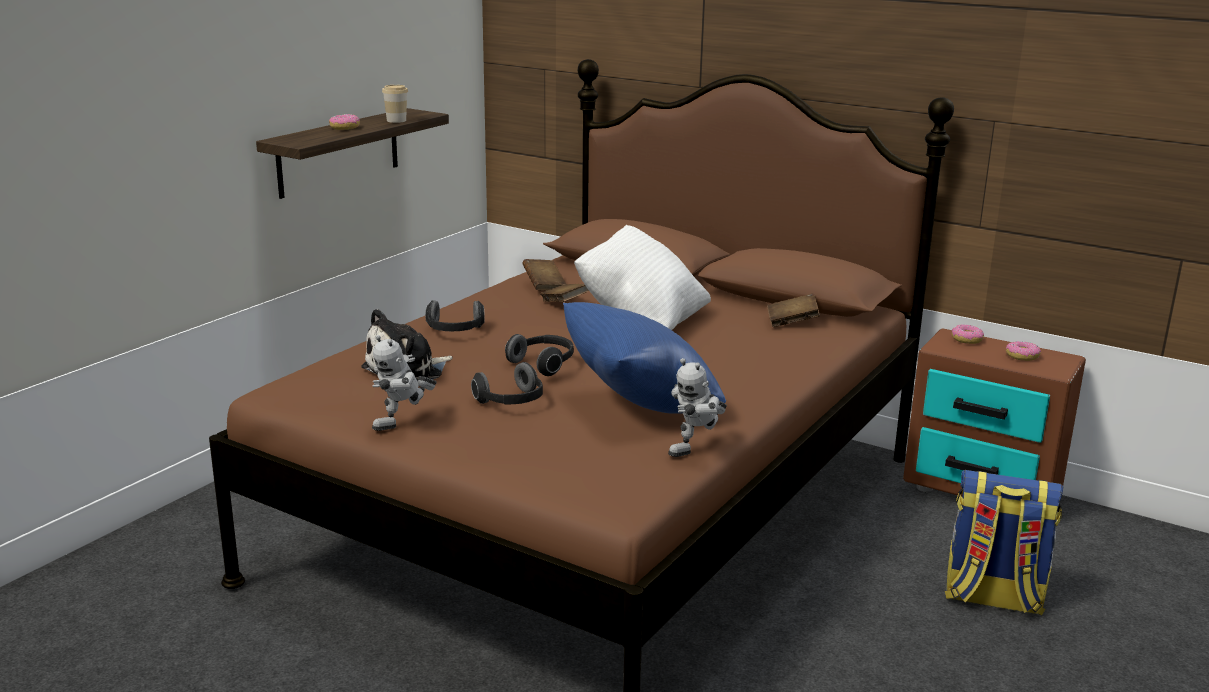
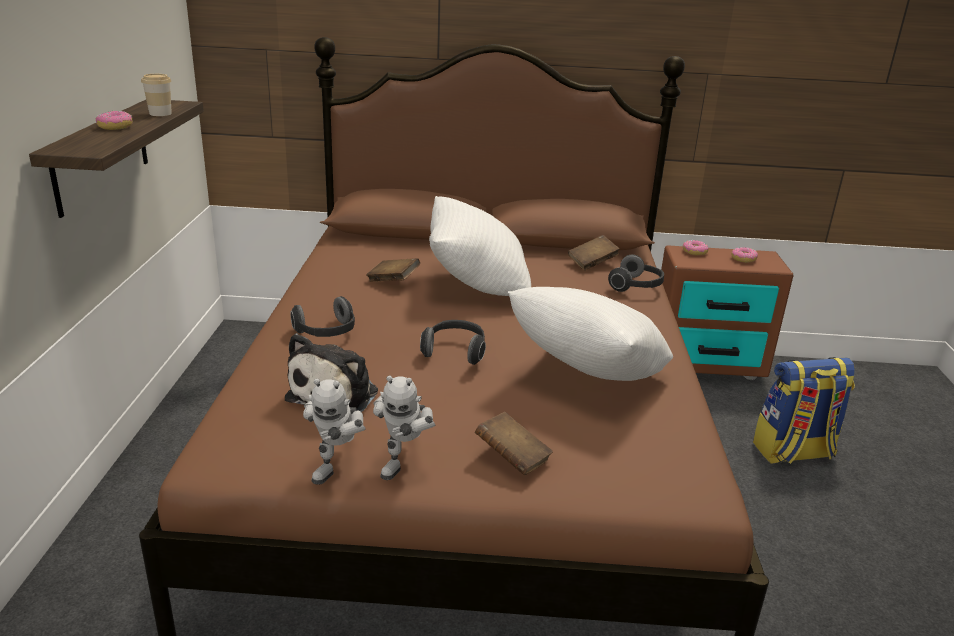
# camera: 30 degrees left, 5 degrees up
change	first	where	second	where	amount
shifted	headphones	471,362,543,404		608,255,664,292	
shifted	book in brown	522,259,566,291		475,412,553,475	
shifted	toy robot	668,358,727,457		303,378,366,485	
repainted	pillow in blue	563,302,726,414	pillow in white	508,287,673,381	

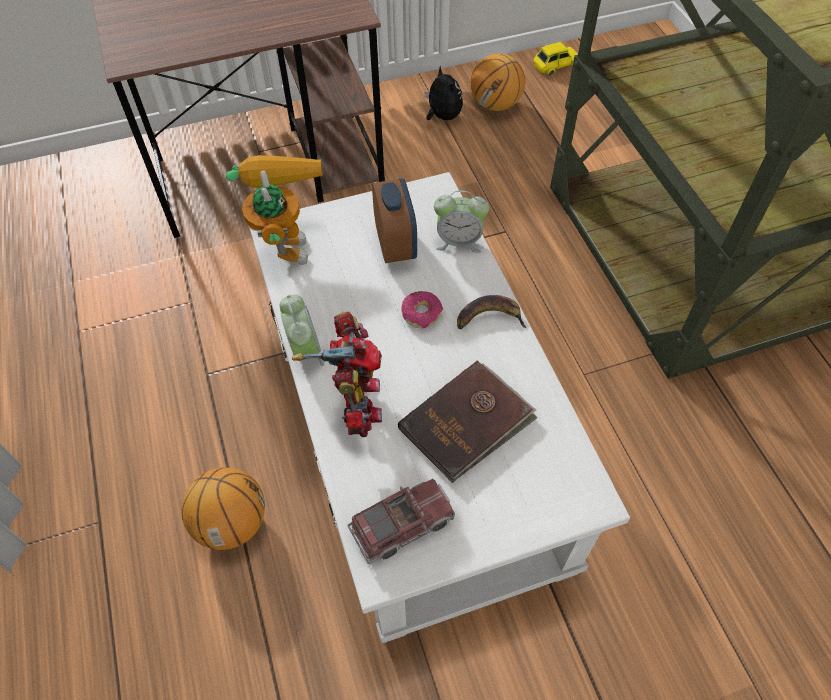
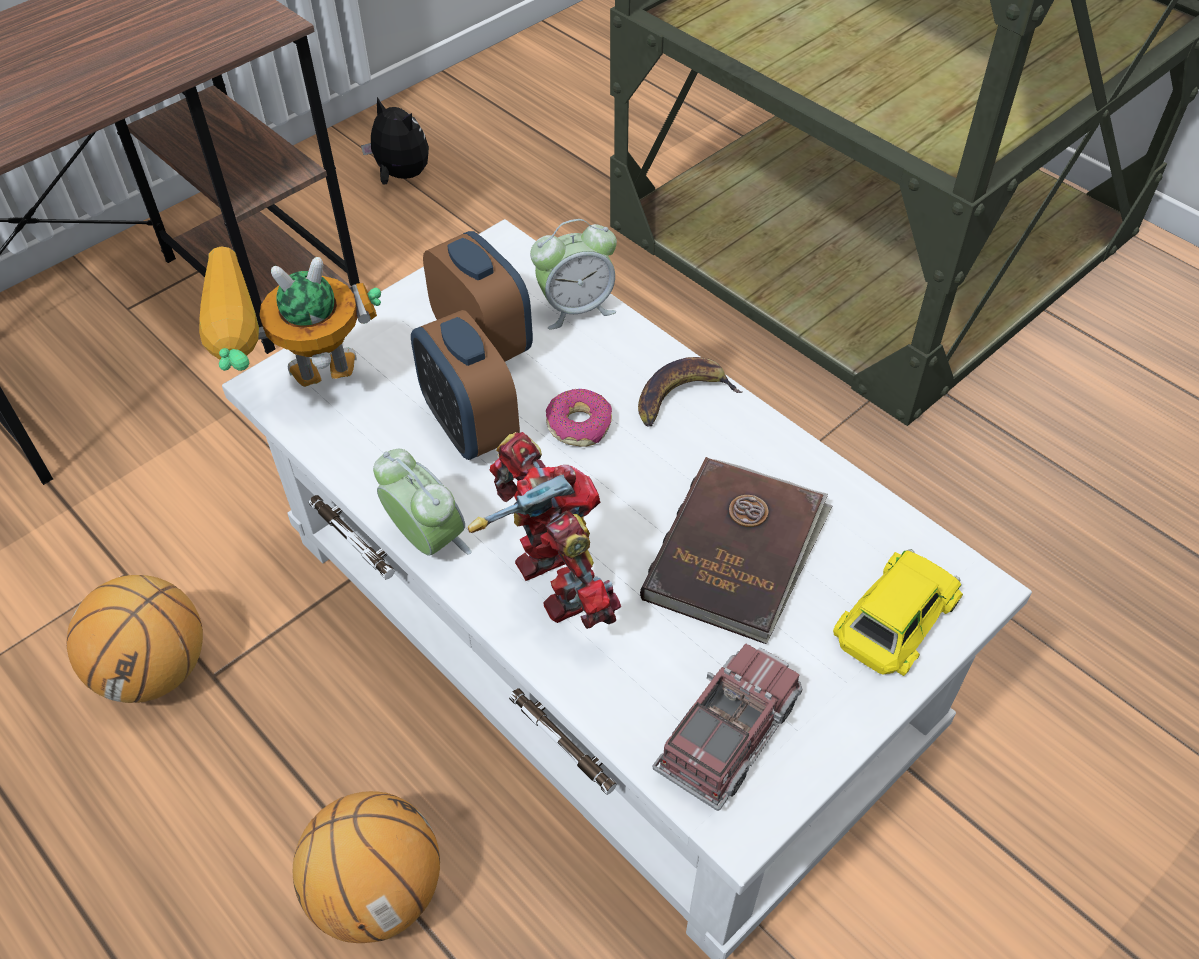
# camera: 25 degrees left, 5 degrees down
change	first	where	second	where	amount
new			alarm clock	411,310,520,460	
shifted	basketball	471,53,525,111		66,575,203,703	
shifted	toy car in yellow	533,42,578,75		833,549,963,676	
rotated	toy robot	226,155,323,265		199,247,381,387	75 degrees counterclockwise

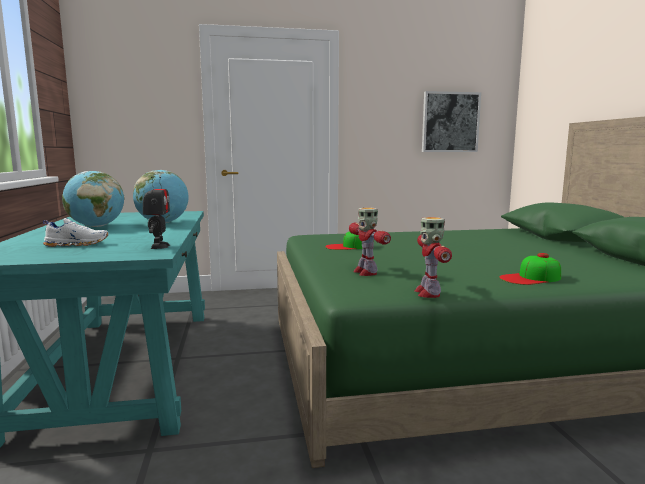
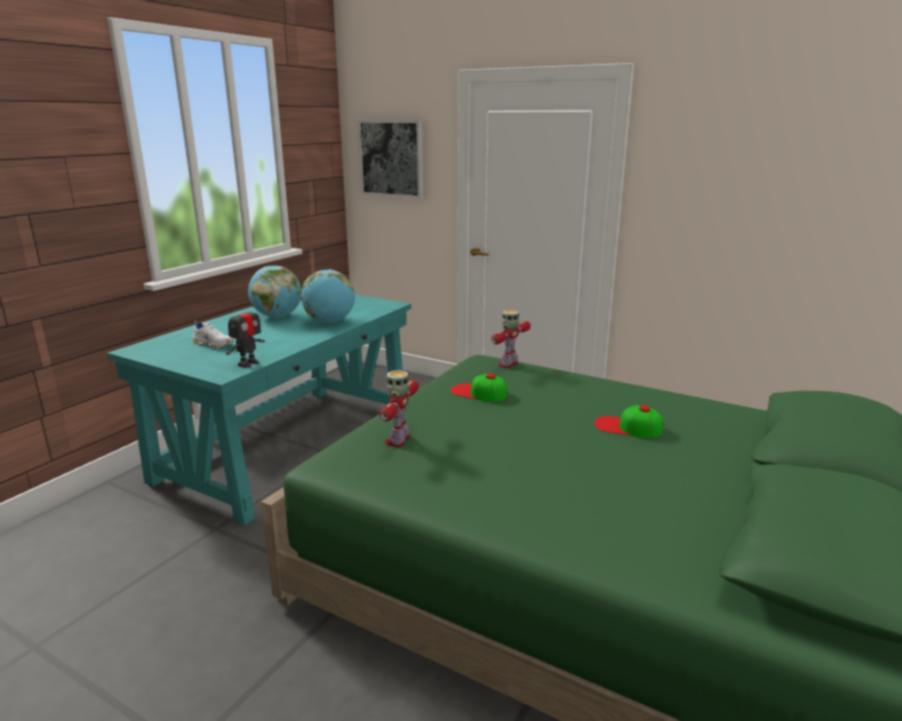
# camera: 40 degrees right, 10 degrees up
change	first	where	second	where	amount
shifted	toy robot	415,217,452,298		491,310,531,368	
shifted	picture	422,91,481,152		358,120,423,198	
shifted	cap	499,253,561,285		594,405,663,438	

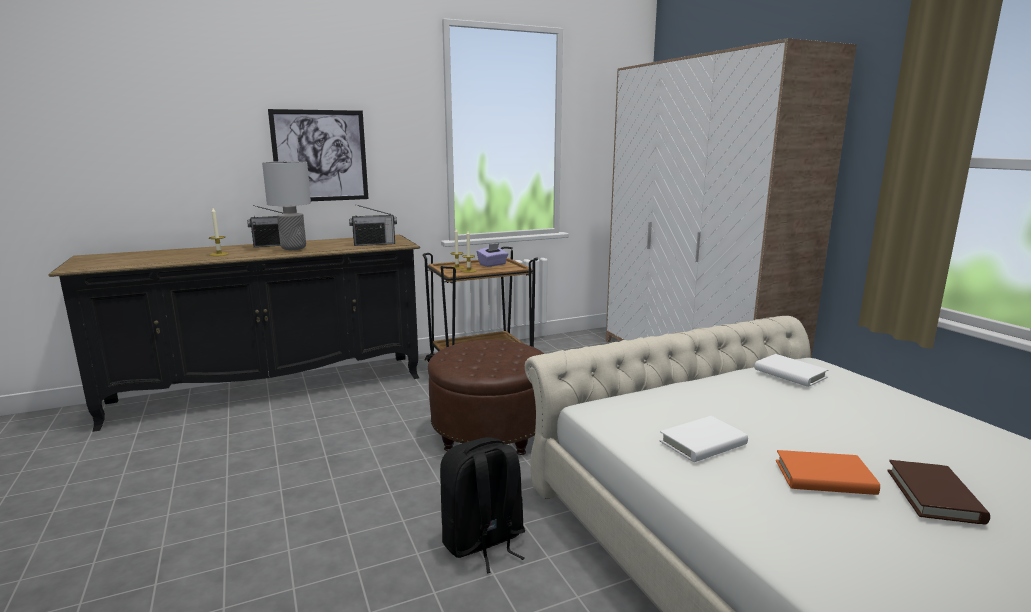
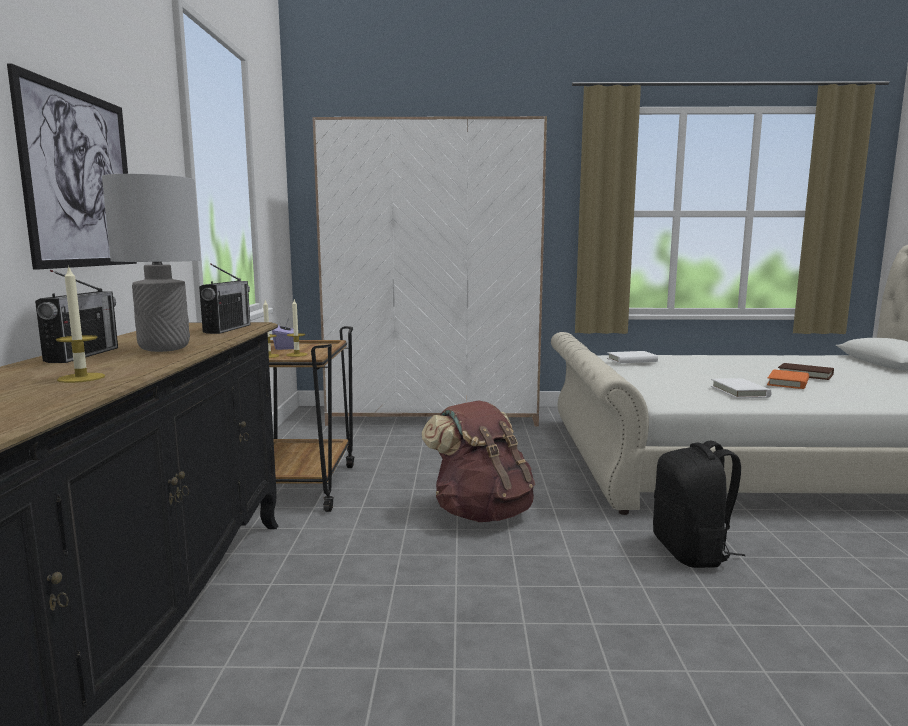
# camera: 65 degrees left, 5 degrees down
change	first	where	second	where	amount
swapped	ottoman in brown	428,340,544,455	backpack in brown	422,400,535,522	

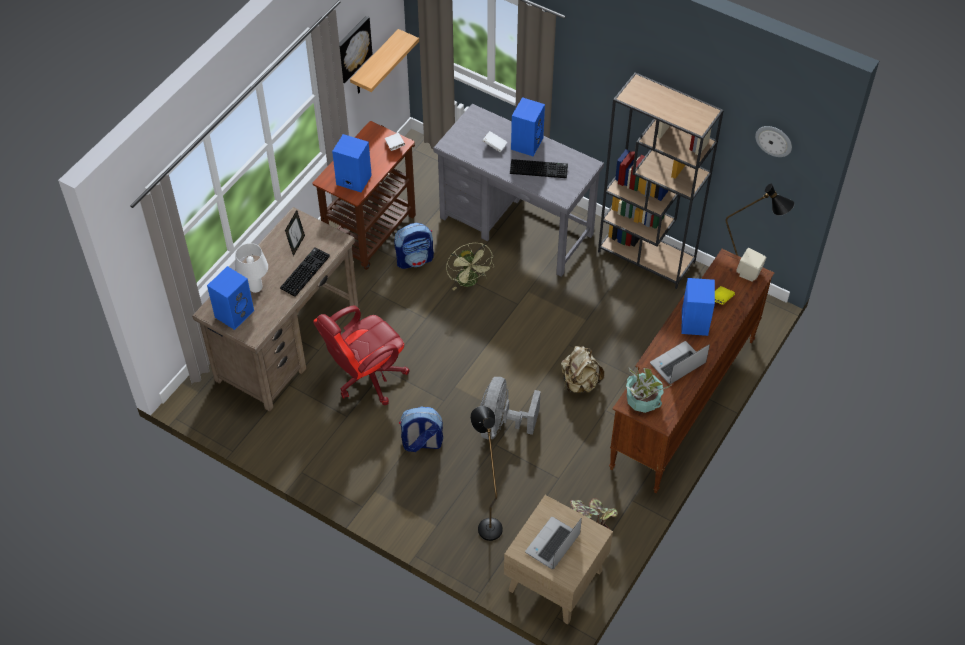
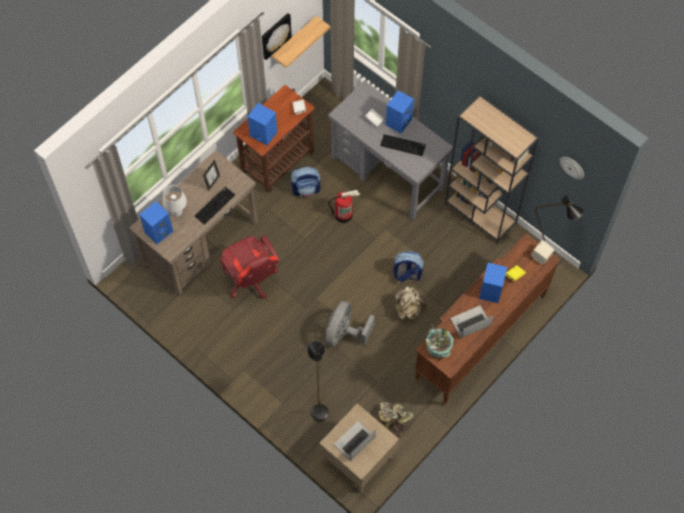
# camera: 10 degrees right, 10 degrees up
change	first	where	second	where	amount
shifted	backpack	399,407,443,452		393,251,424,282	
swapped	fan in green	446,243,494,290	fire extinguisher	328,190,360,223	
rotated	office chair in red	313,306,410,405		220,236,280,299	90 degrees counterclockwise

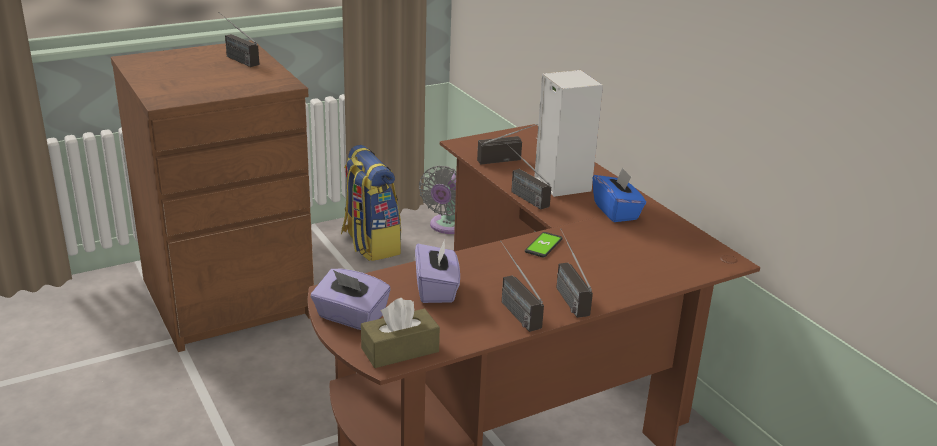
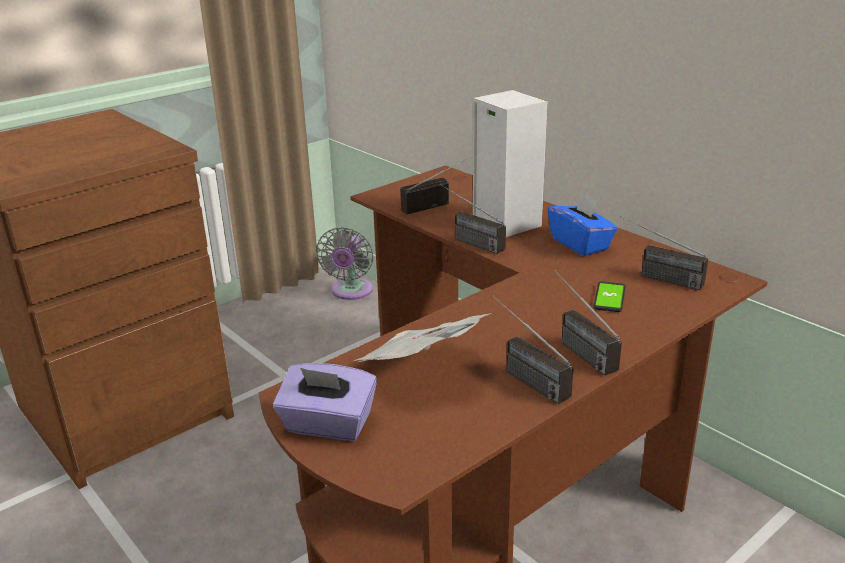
# camera: 10 degrees left, 0 degrees up
change	first	where	second	where	amount
gone	backpack	341,145,401,261			
gone	tissue box in brown	361,298,440,368			
shifted	radio	221,14,259,67		620,216,708,290	
shifted	phone	525,232,563,258		593,281,625,312	
swapped	tissue box in purple	415,240,460,303	newspaper	354,313,491,362	

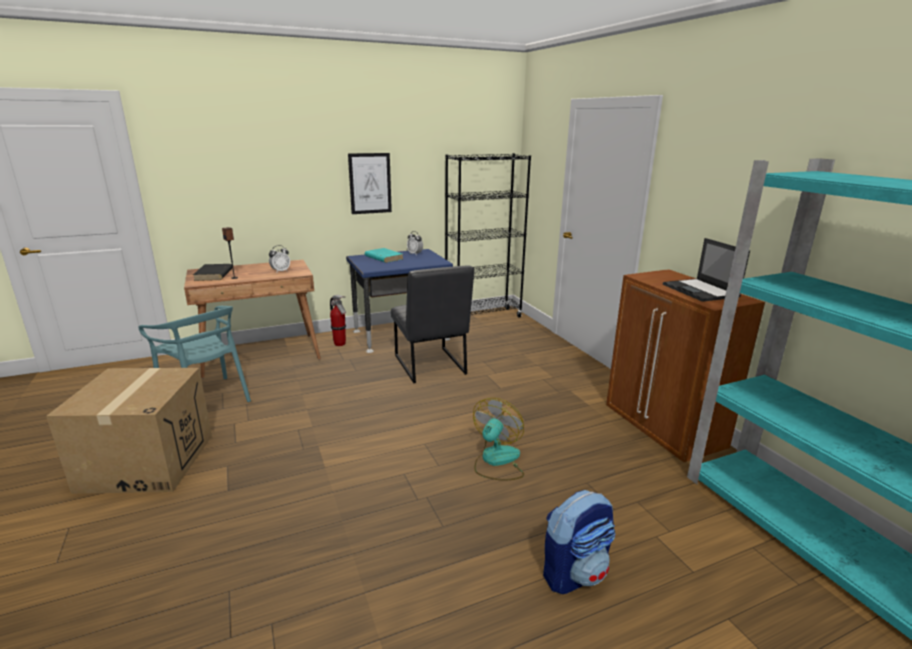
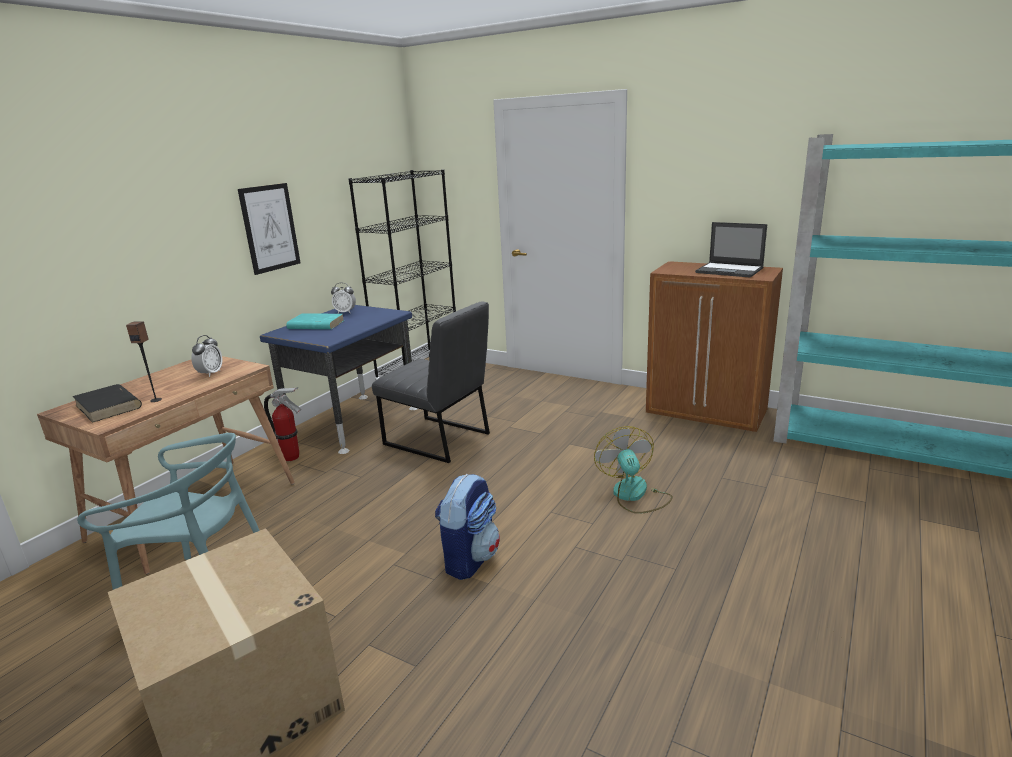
# camera: 35 degrees left, 0 degrees up
change	first	where	second	where	amount
shifted	backpack	543,490,615,594		435,474,500,580	

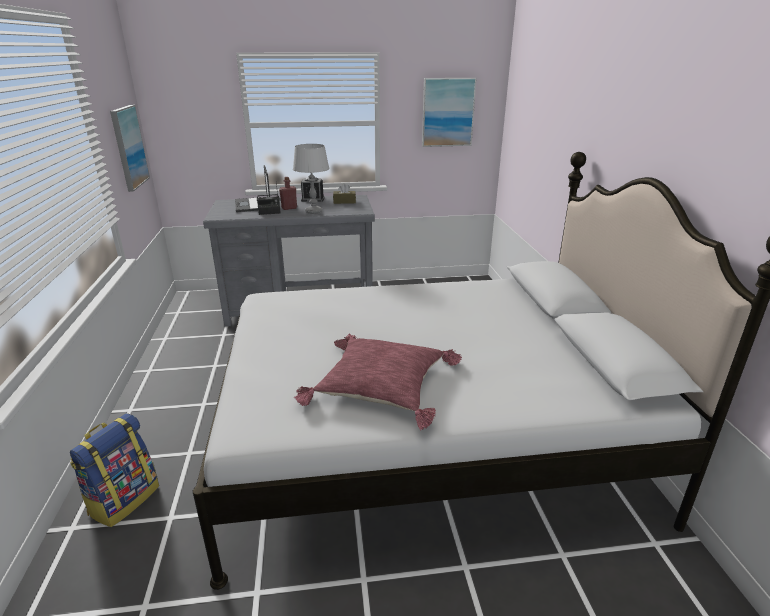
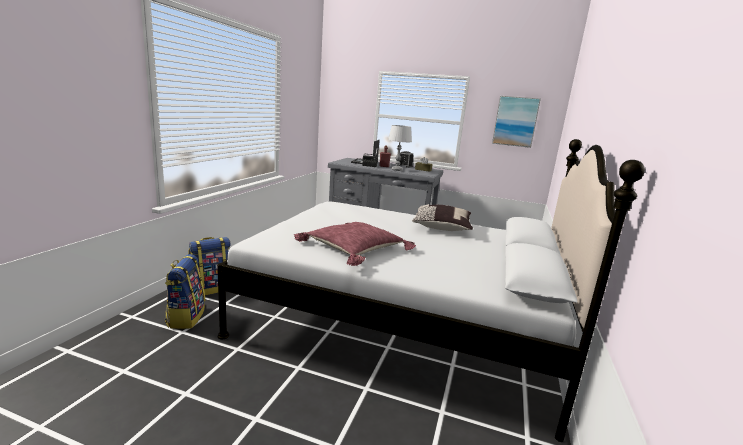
# camera: 25 degrees right, 10 degrees down
change	first	where	second	where	amount
gone	picture	110,105,150,192			
new			backpack	165,254,205,329	
new			pillow	412,205,473,231	

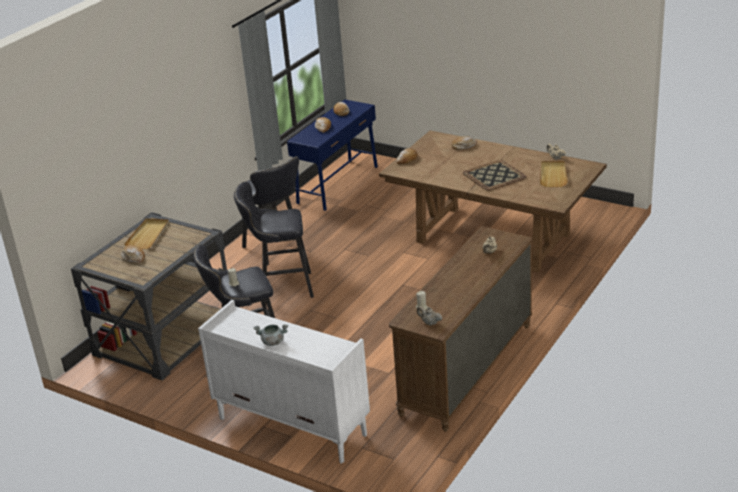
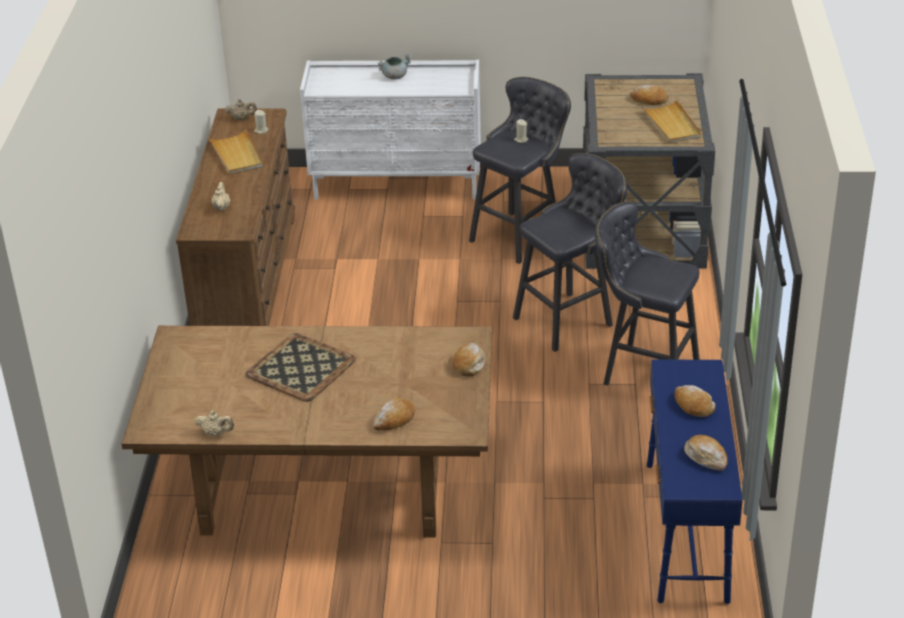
# camera: 150 degrees right, 5 degrees up
change	first	where	second	where	amount
shifted	tray in beige	540,161,568,187		208,129,263,174	

